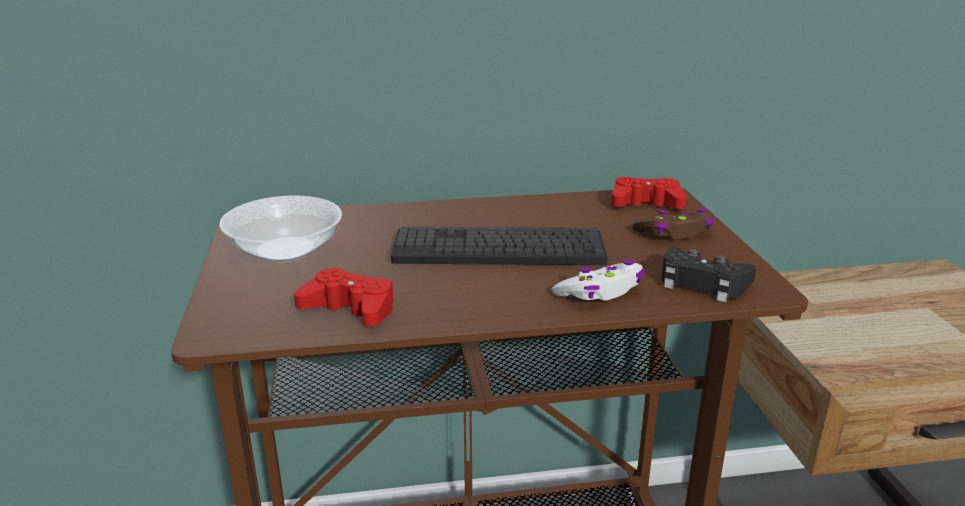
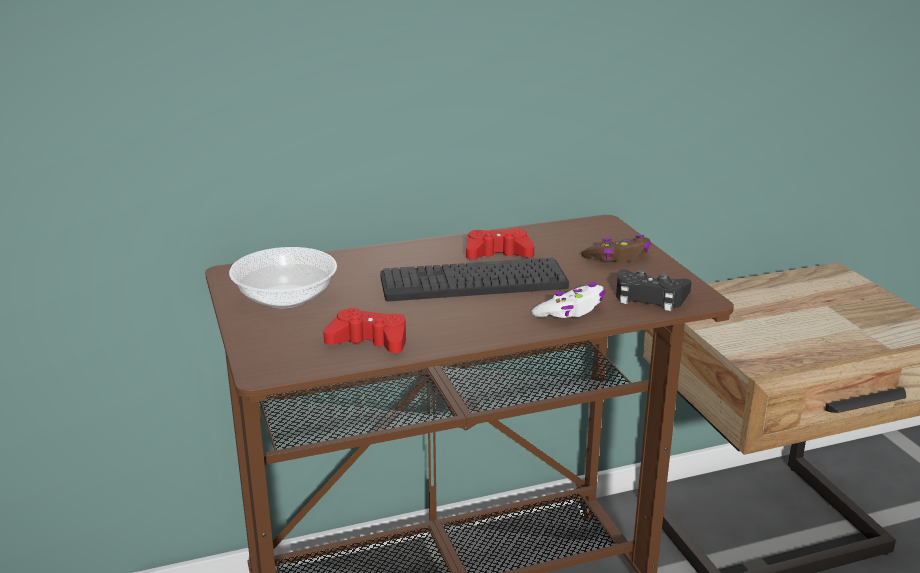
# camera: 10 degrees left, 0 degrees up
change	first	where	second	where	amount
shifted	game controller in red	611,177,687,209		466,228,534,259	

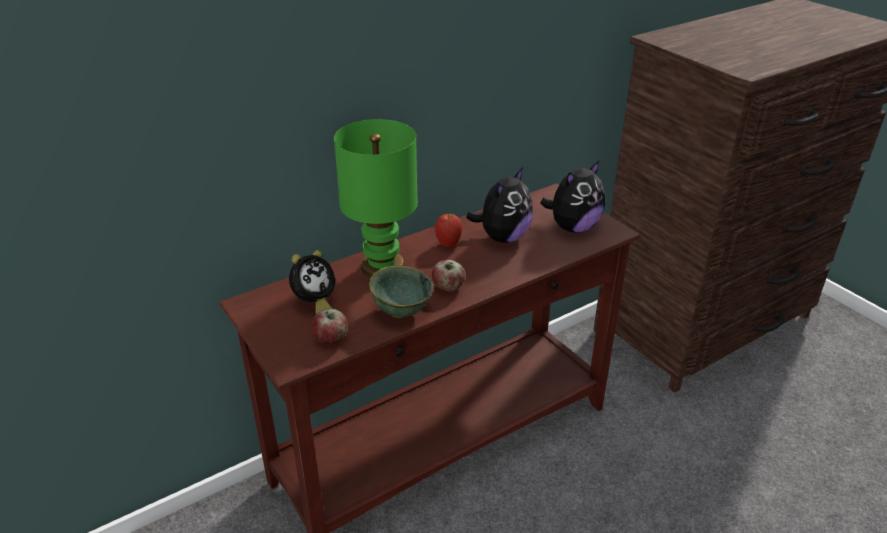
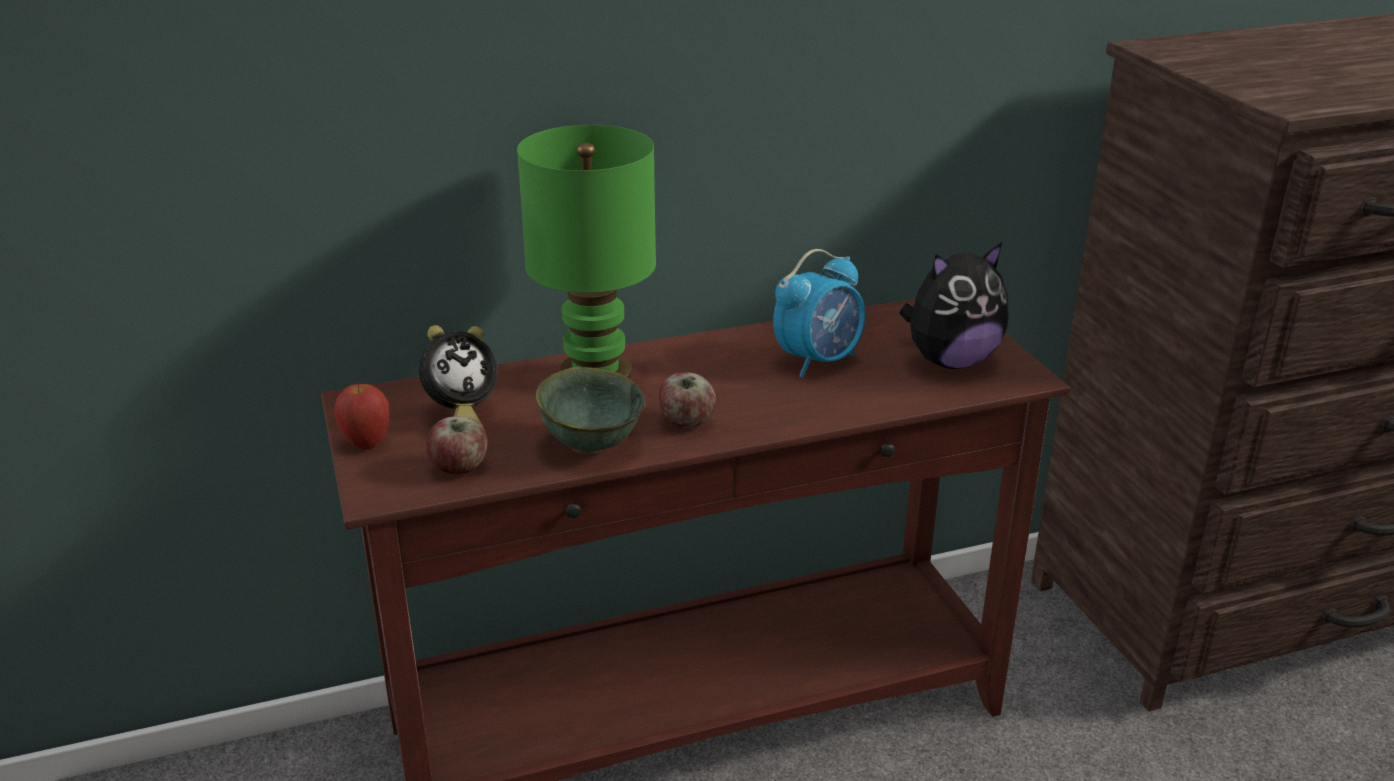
# camera: 15 degrees right, 5 degrees down
change	first	where	second	where	amount
shifted	apple	434,214,462,248		334,384,389,449	
swapped	plush toy	466,167,533,243	alarm clock	773,249,865,378	

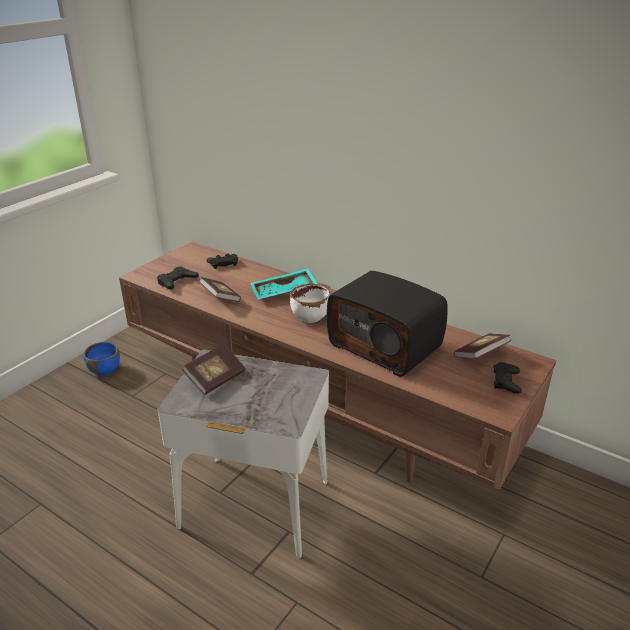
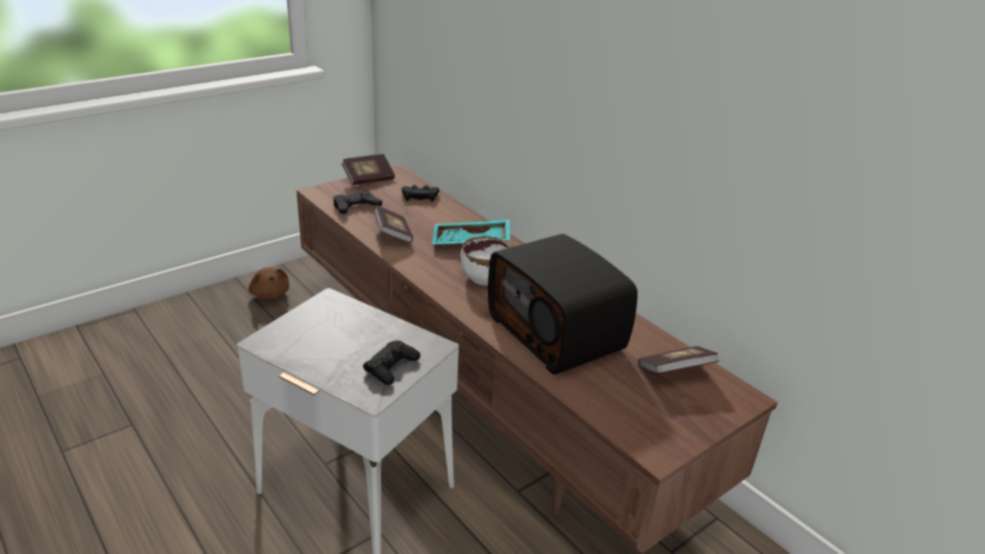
# camera: 15 degrees right, 0 degrees up
change	first	where	second	where	amount
shifted	book	182,344,245,395		341,154,395,185	
shifted	game controller in black	493,362,522,394		363,340,420,385	
swapped	bowl in blue	83,342,120,376	plush toy in brown	249,267,289,300	

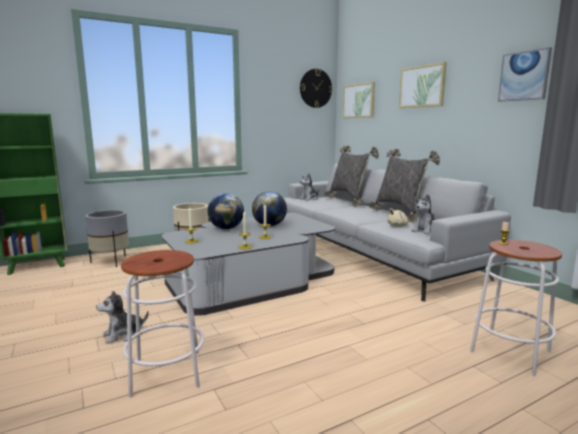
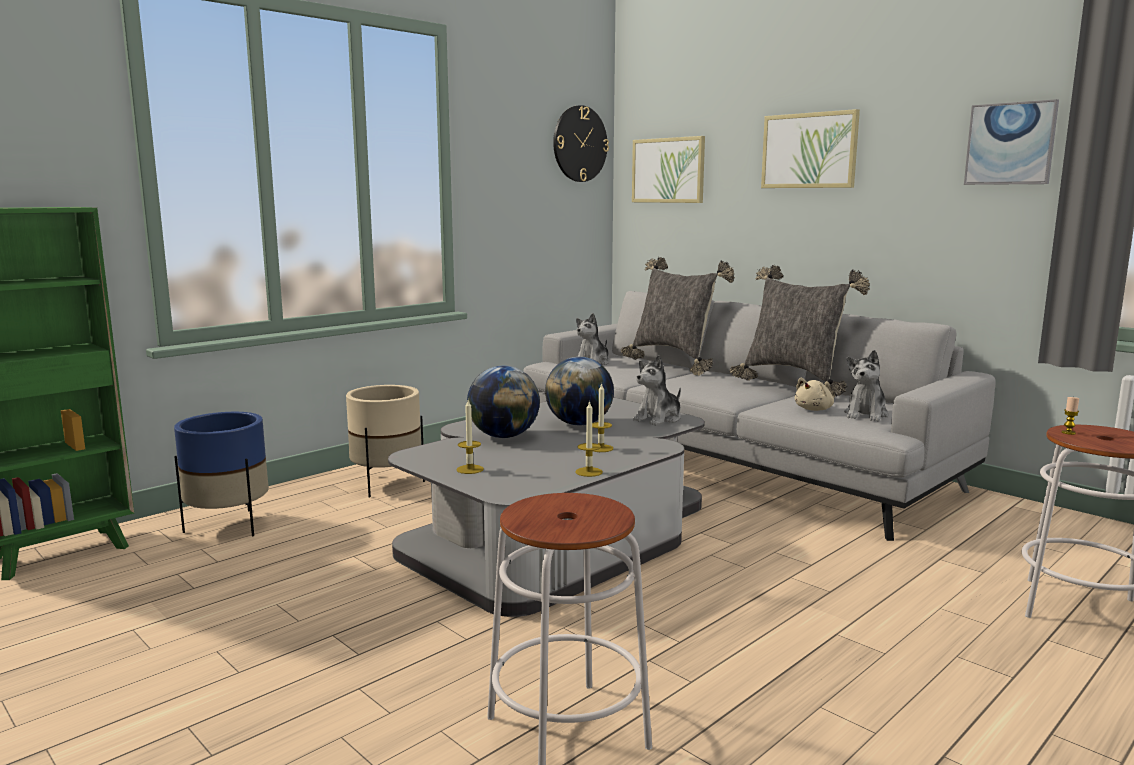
# camera: 15 degrees left, 0 degrees up
change	first	where	second	where	amount
shifted	plush toy	96,291,149,344		633,355,681,426	
repainted	planter in grey	85,210,129,267	planter in blue	174,412,269,536	

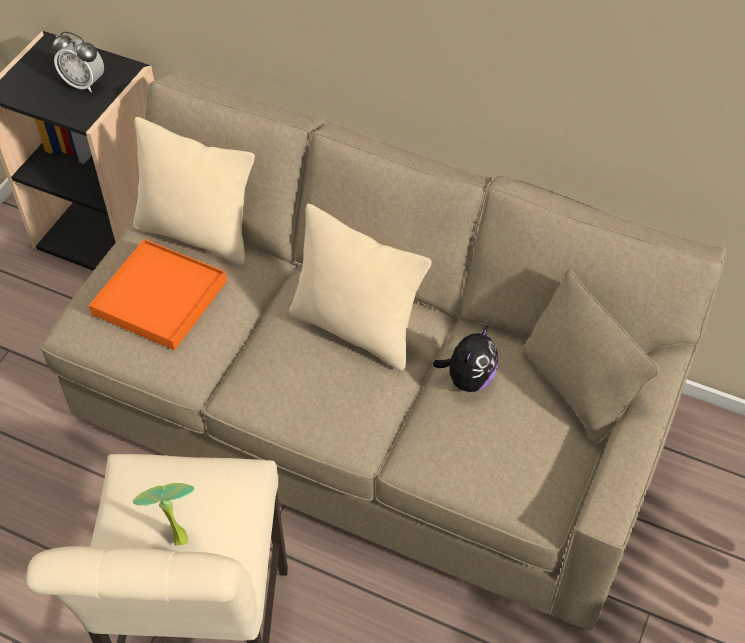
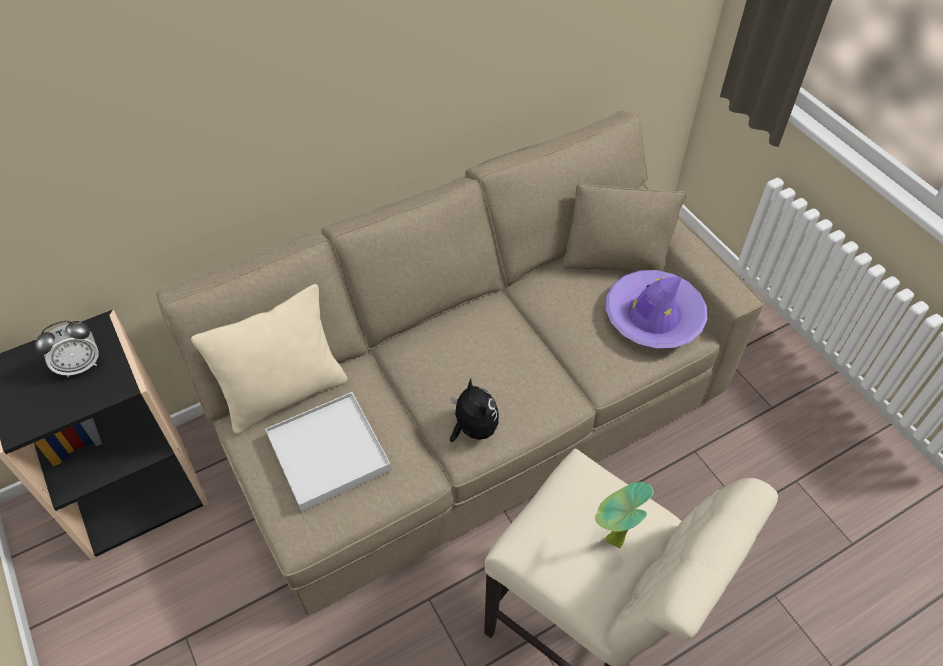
# camera: 55 degrees left, 0 degrees up
change	first	where	second	where	amount
gone	pillow in beige	289,204,432,371			
new			hat in purple	606,270,707,348	
shifted	plush toy	433,325,498,392		450,378,499,442	
repainted	tray in orange	89,239,227,350	tray in white	265,392,391,512	

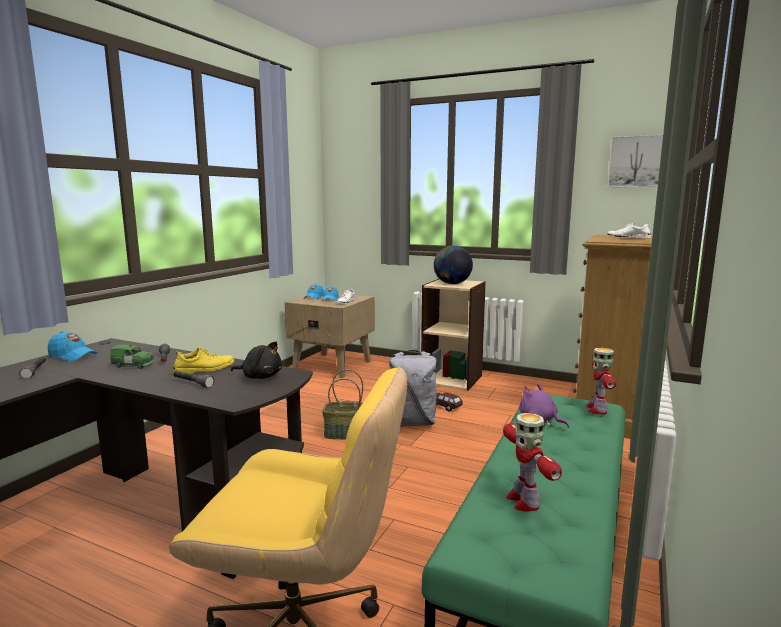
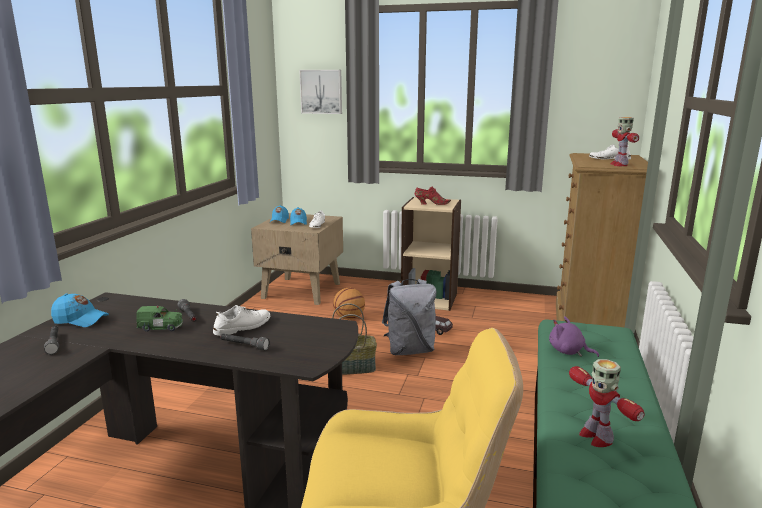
# camera: 10 degrees left, 5 degrees up
change	first	where	second	where	amount
gone	plush toy in black	231,341,282,379			
new			basketball	333,288,365,320	
shifted	toy robot	586,348,616,415		611,117,639,166	
shifted	picture	608,134,663,187		299,70,342,114	
swapped	globe	434,245,473,284	shoe in red	415,187,451,205	
repainted	shoe in yellow	173,347,234,374	shoe in white	213,305,270,336	

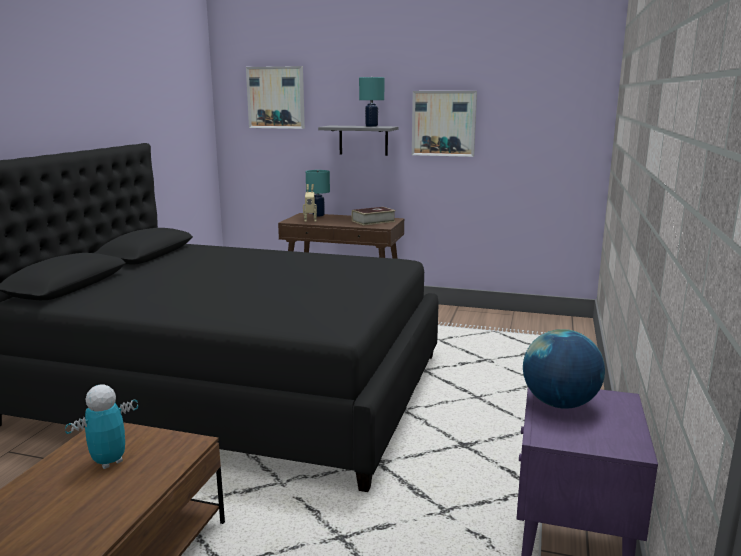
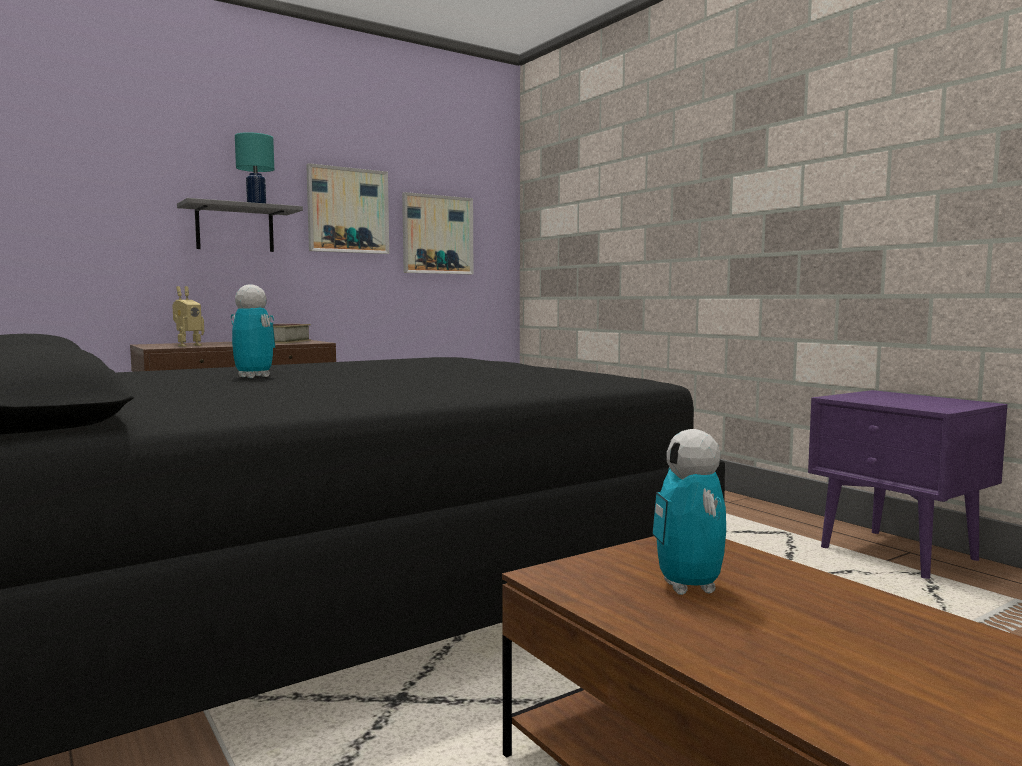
# camera: 50 degrees left, 10 degrees down
change	first	where	second	where	amount
gone	table lamp in turquoise	306,170,330,216			
gone	globe	523,329,605,409			
new			toy robot	231,284,275,378	
shifted	picture	246,66,305,129		402,192,473,274	

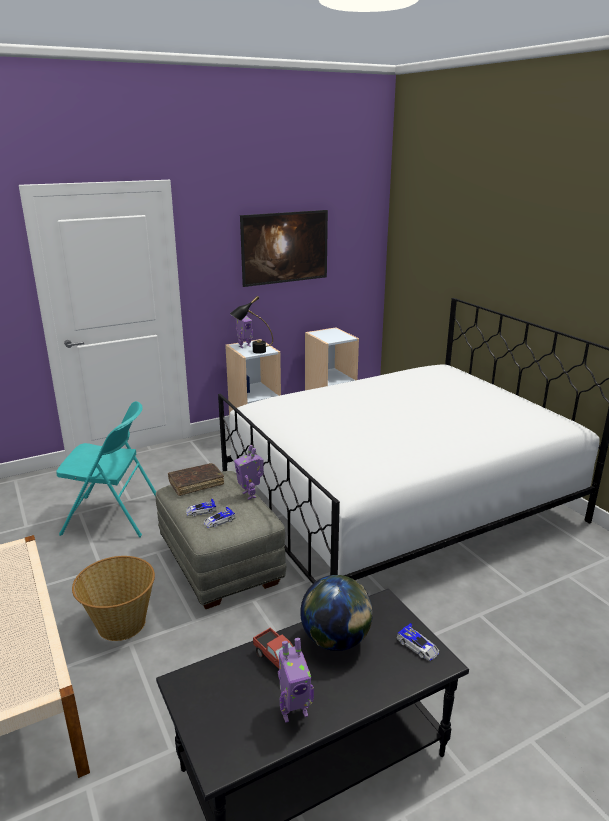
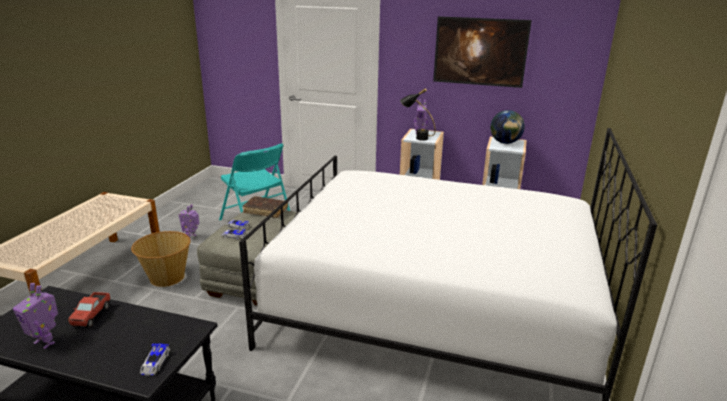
# camera: 45 degrees right, 0 degrees up
change	first	where	second	where	amount
shifted	toy robot	234,445,263,500		178,204,199,240	
shifted	globe	300,575,373,651		490,110,525,144	

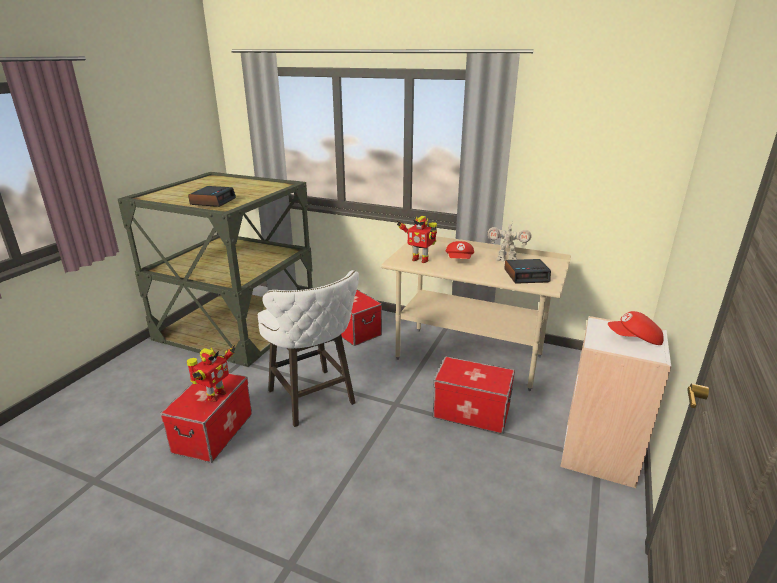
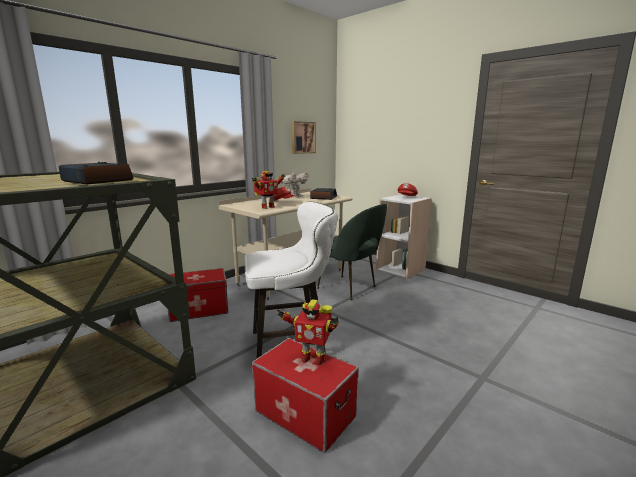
# camera: 70 degrees left, 10 degrees down
change	first	where	second	where	amount
new			picture	291,121,316,154	
swapped	storage box	433,356,515,434	chair in green	317,204,387,300	
rotated	toy robot	187,345,236,402		277,299,339,365	150 degrees clockwise

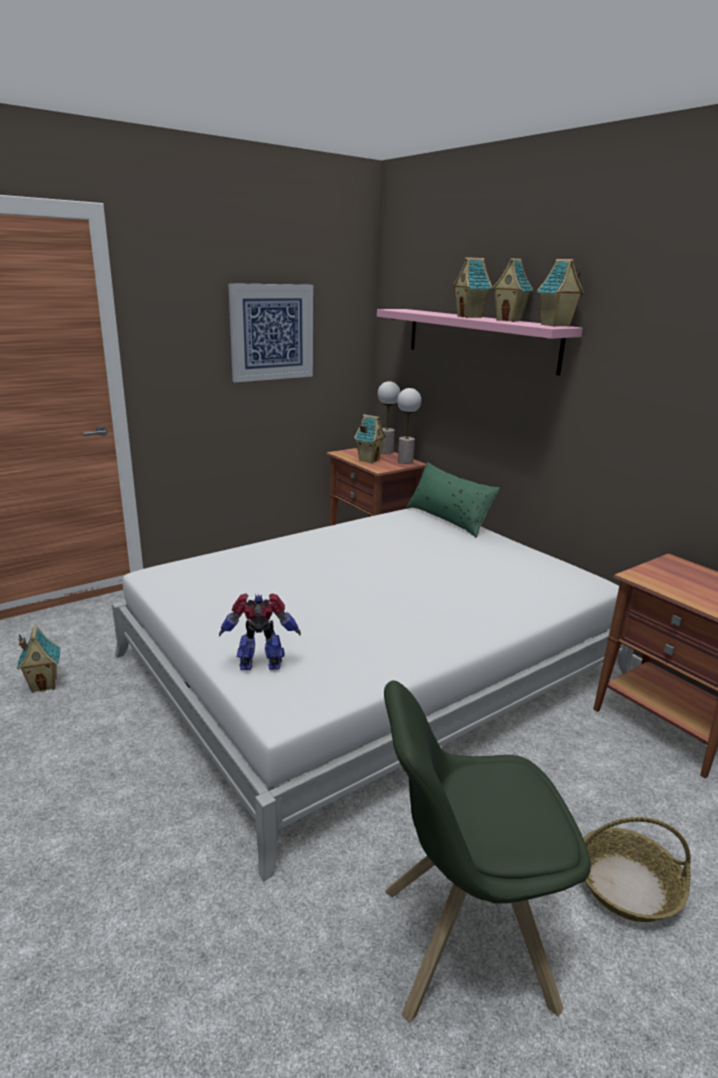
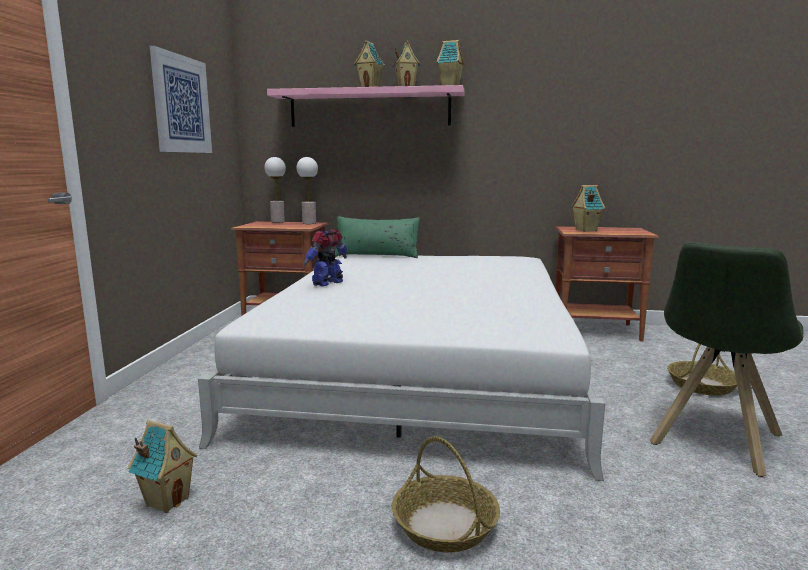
# camera: 45 degrees left, 10 degrees down
change	first	where	second	where	amount
new			basket	392,437,500,553	
shifted	toy robot	219,593,301,670		303,230,347,287	
shifted	toy house	354,414,386,463		571,185,605,232	

